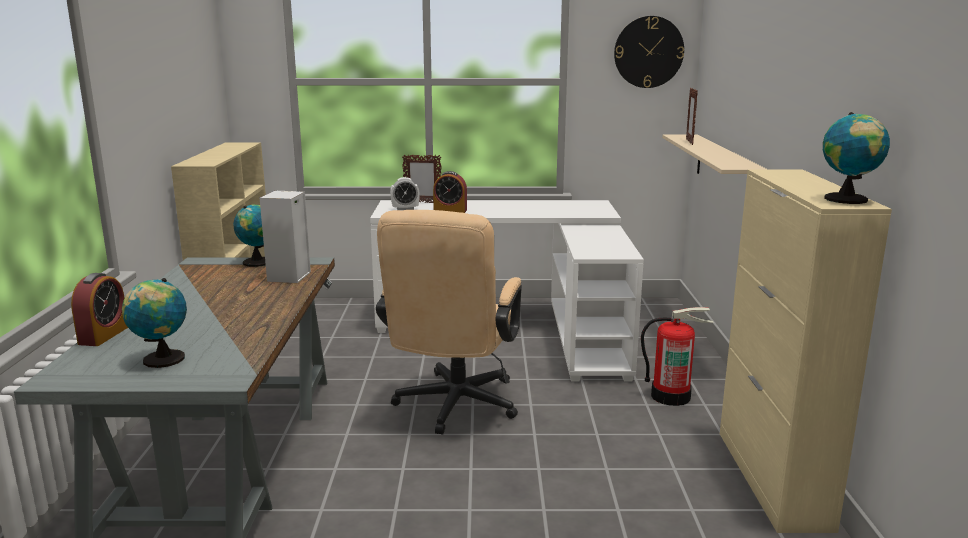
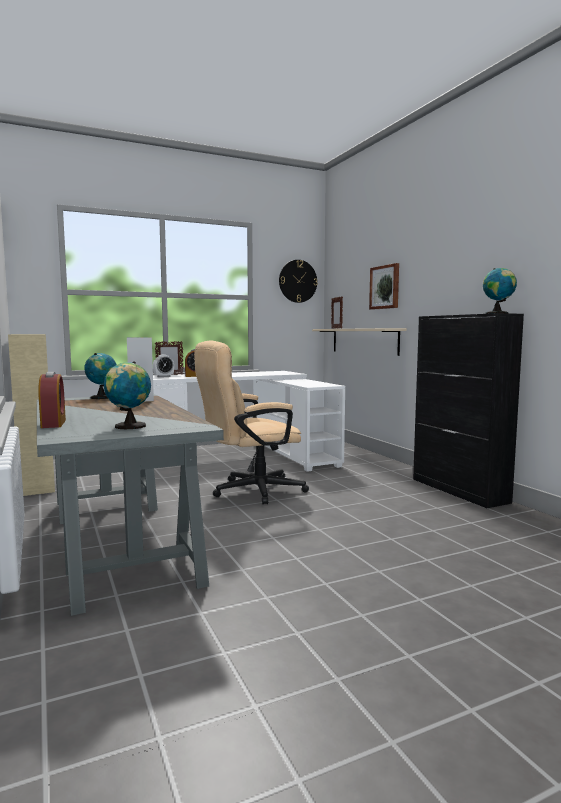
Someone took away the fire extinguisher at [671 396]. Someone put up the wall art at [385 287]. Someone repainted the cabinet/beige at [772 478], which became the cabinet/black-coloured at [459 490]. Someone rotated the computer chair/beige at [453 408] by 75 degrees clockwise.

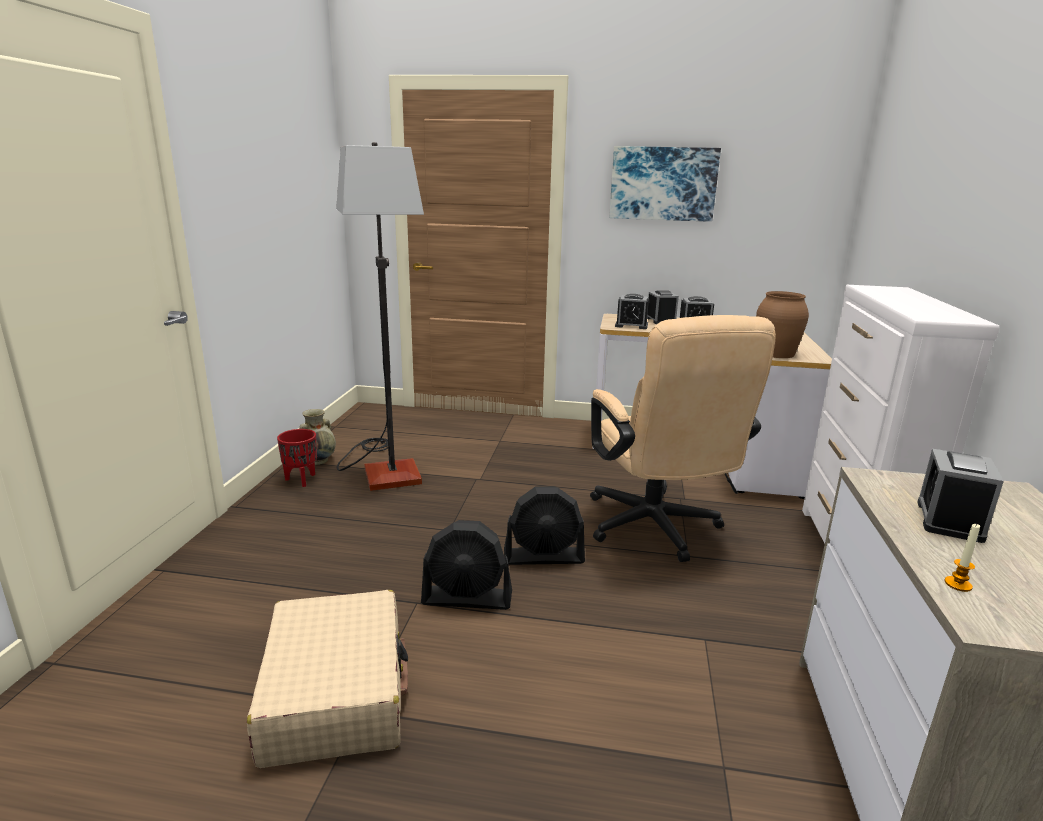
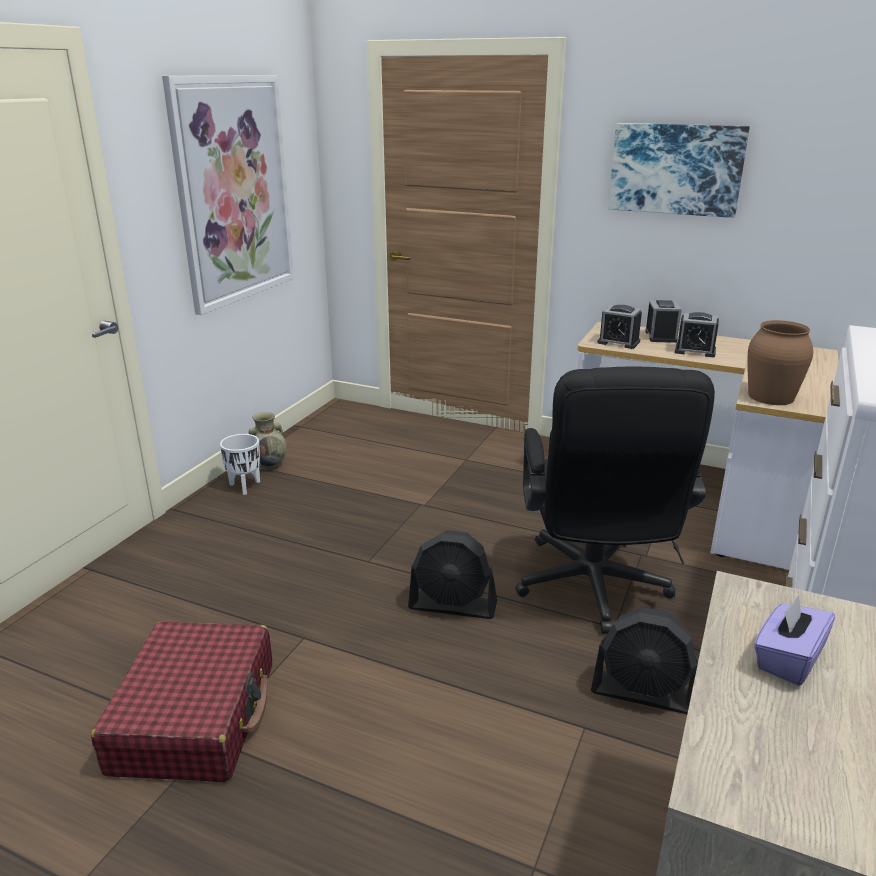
Someone took away the standing lamp at [384 469]. Someone took away the candle at [958 584]. Someone put up the wall art at [233 191]. Someone carried the electric fan/black-coloured from [467 598] to [643 693]. Someone swapped the bedside clock at [949 520] for the tissue box/purplish at [787 659]. Someone repainted the travel case/beige at [336 692], which became the travel case/reddish at [195 717]. Someone repainted the flower pot/reddish at [302 480], which became the flower pot/whitish at [245 486]. Someone repainted the computer chair/beige at [656 530], which became the computer chair/black-coloured at [593 591].

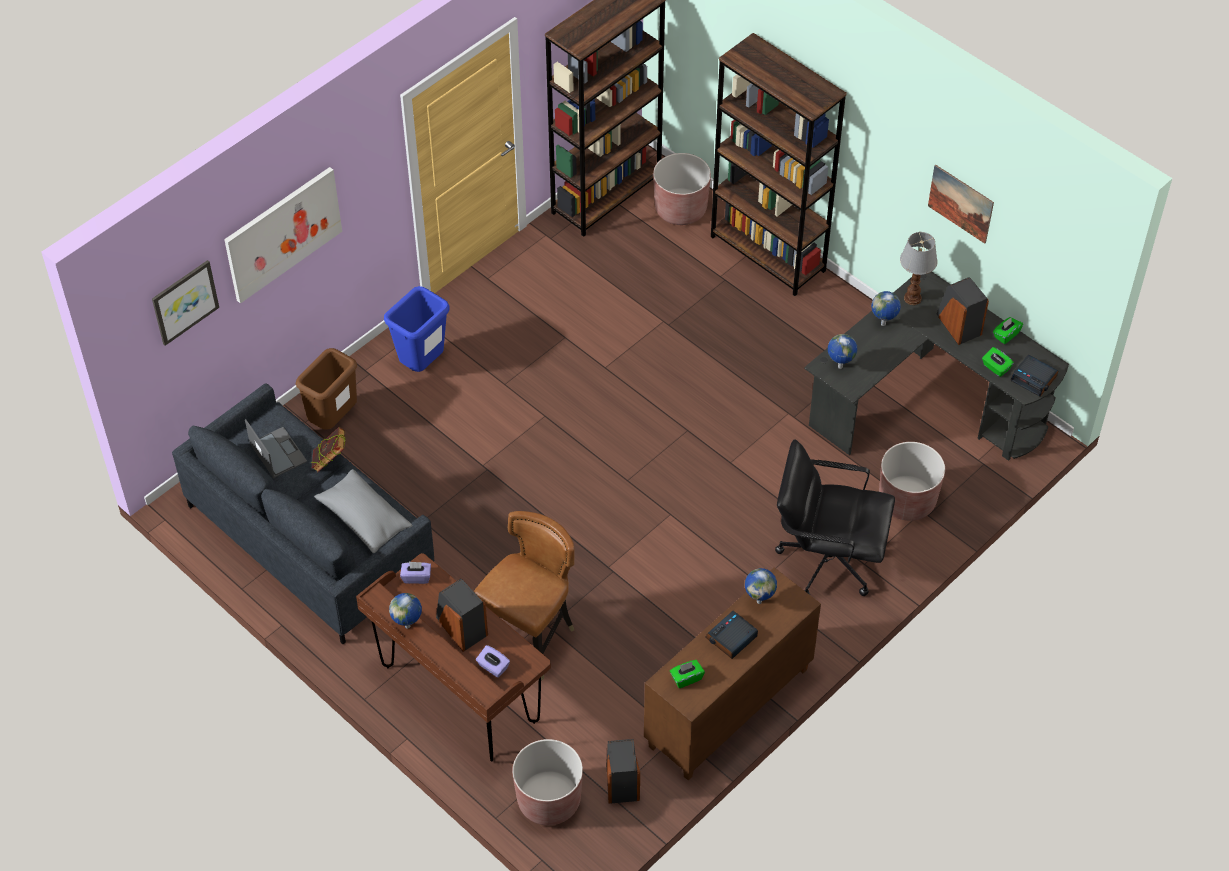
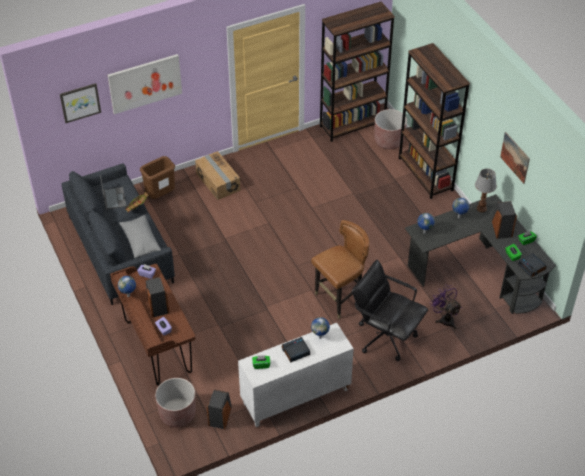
Someone carried the chair/brown-coloured from [531 641] to [340 299]. Someone swapped the trash can/blue at [422 365] for the carton at [217 182]. Someone swapped the flower pot/brown-coloured at [907 500] for the electric fan/purplish at [444 318]. Someone repainted the cabinet/brown-coloured at [728 709], which became the cabinet/whitish at [295 397].

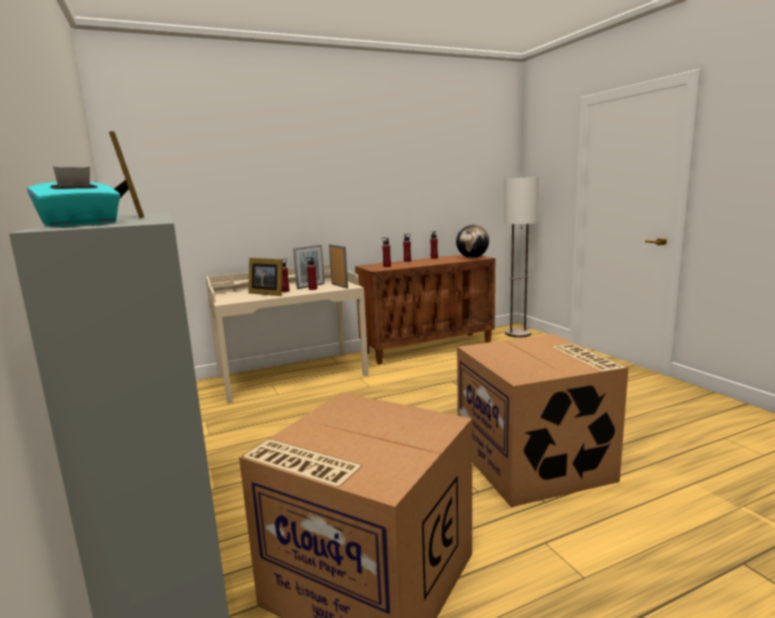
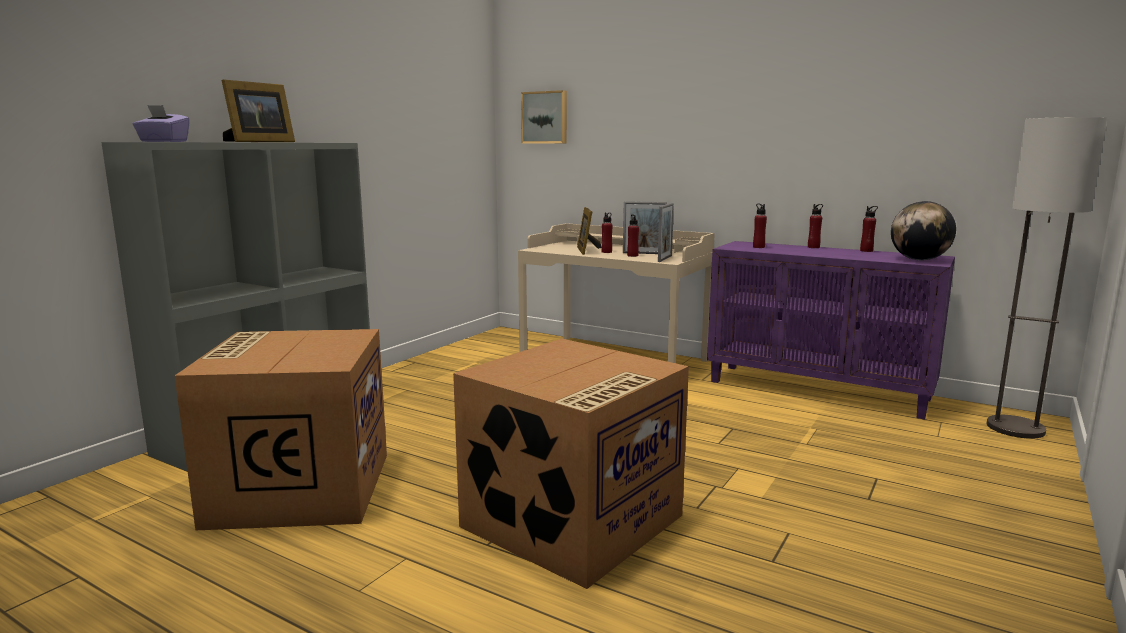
Someone put up the wall art at [545 117]. Someone repainted the tissue box/turquoise-coloured at [81 224], which became the tissue box/purplish at [163 141]. Someone repainted the cabinet/brown-coloured at [428 347], which became the cabinet/purplish at [818 390].

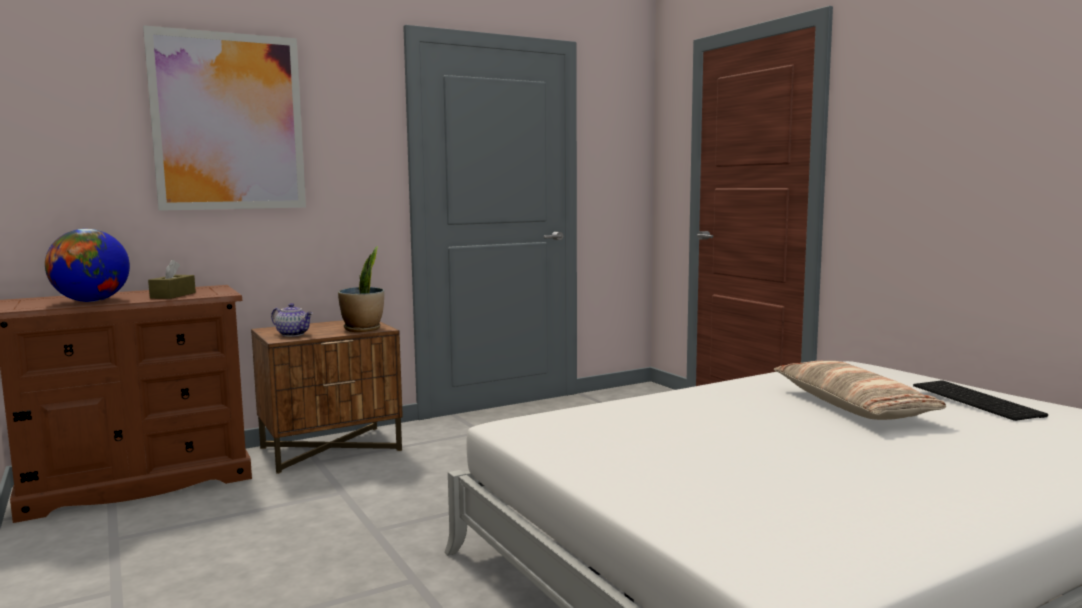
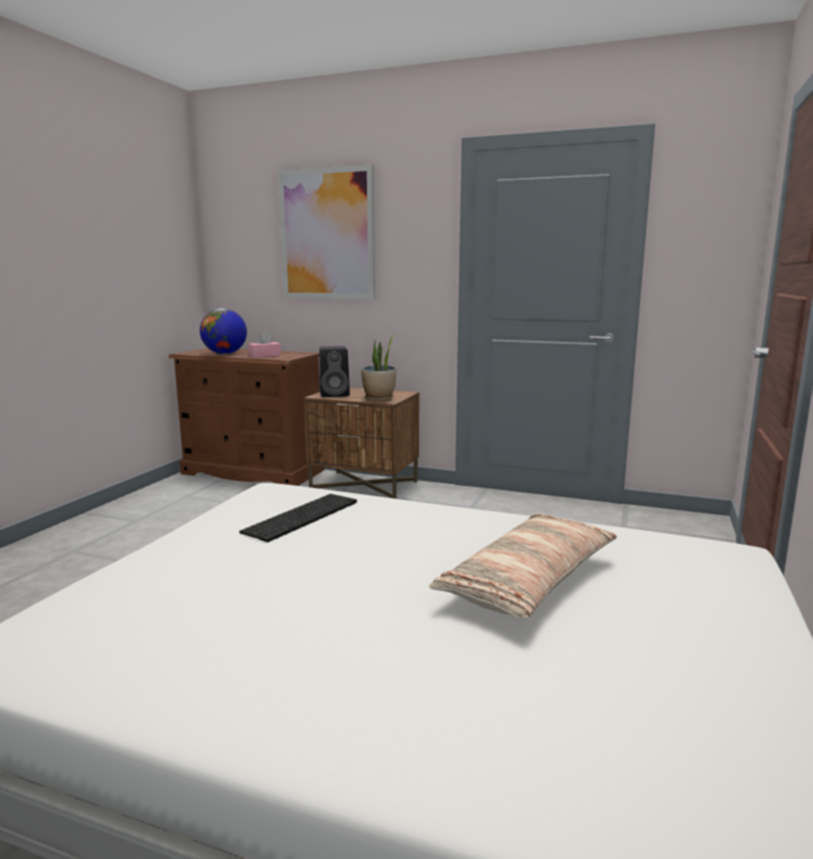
Someone carried the keyboard from [978 400] to [302 517]. Someone swapped the pot for tea at [294 334] for the loudspeaker/black-coloured at [335 394]. Someone repainted the tissue box/brown-coloured at [173 295], which became the tissue box/pink-coloured at [264 355].

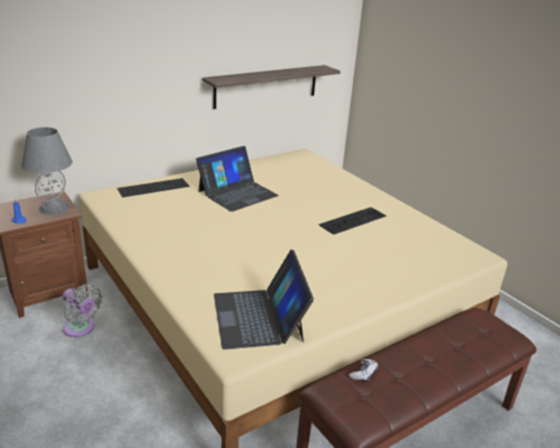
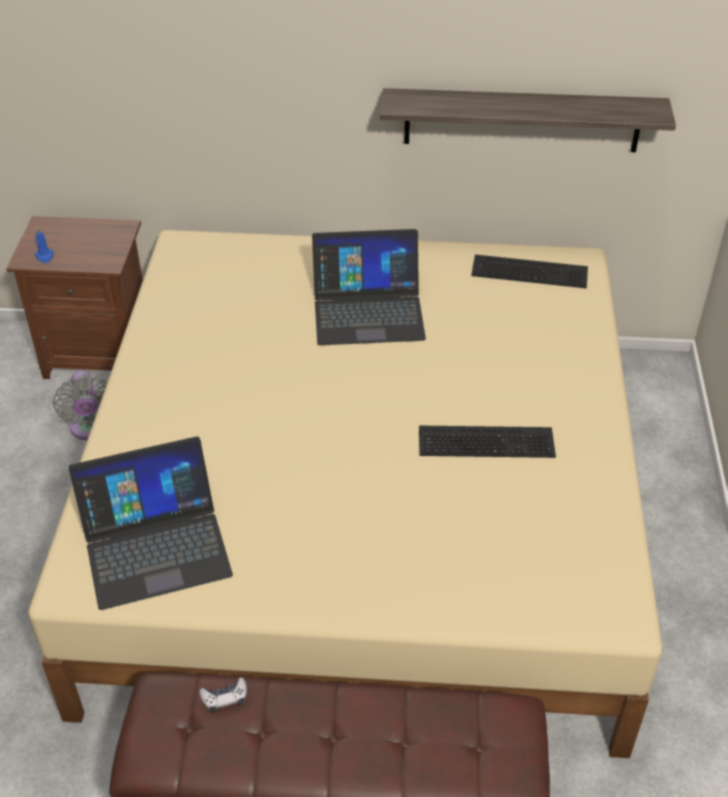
Someone took away the table lamp/grey at [54 208]. Someone carried the keyboard from [154 187] to [531 270]. Someone rotated the notebook computer at [259 317] by 135 degrees counterclockwise.

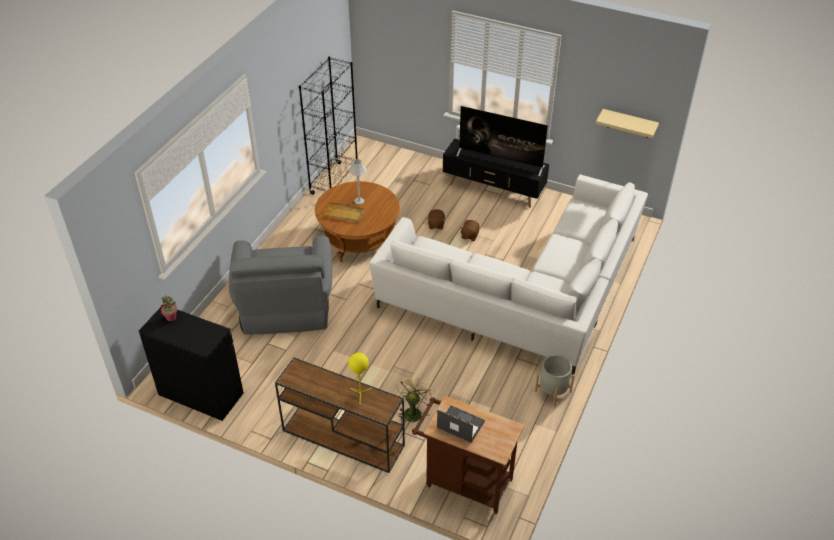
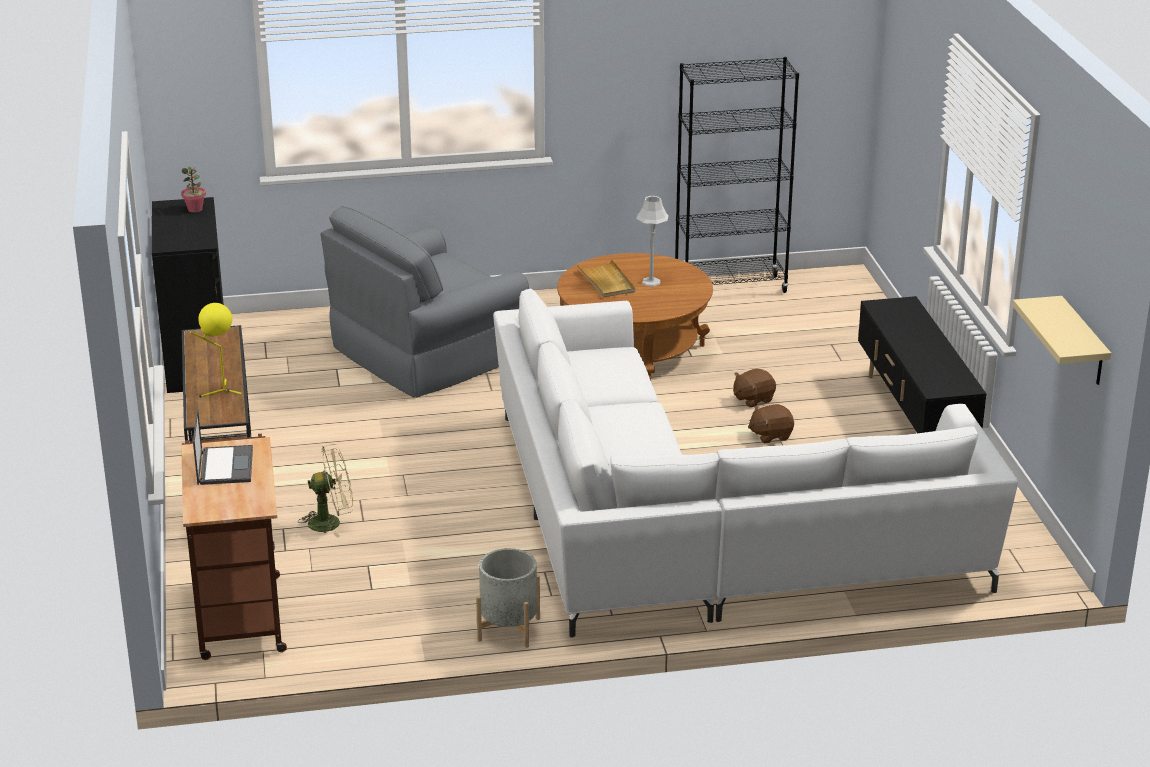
Someone took away the TV at [500 160].

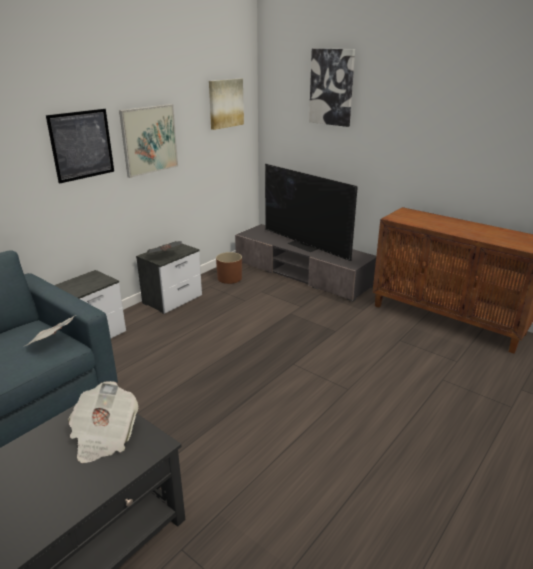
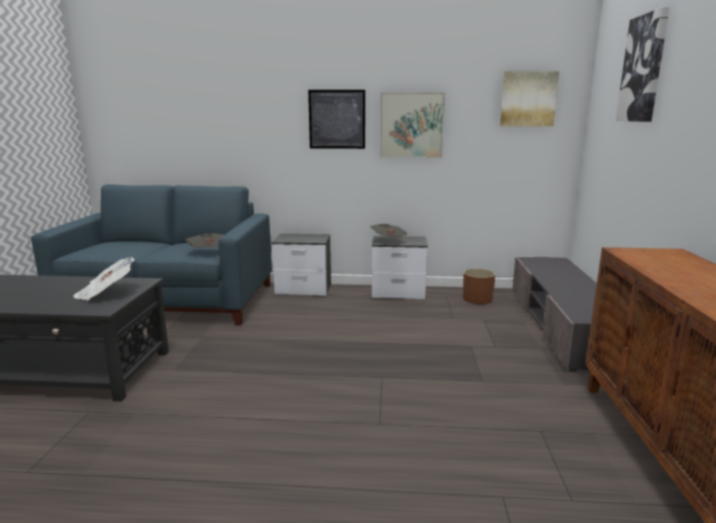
Someone took away the TV at [305 245].

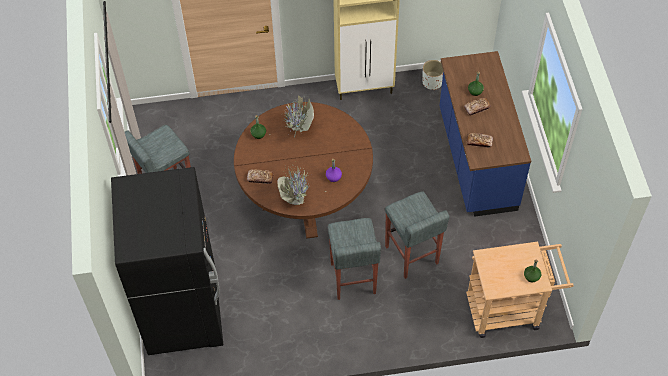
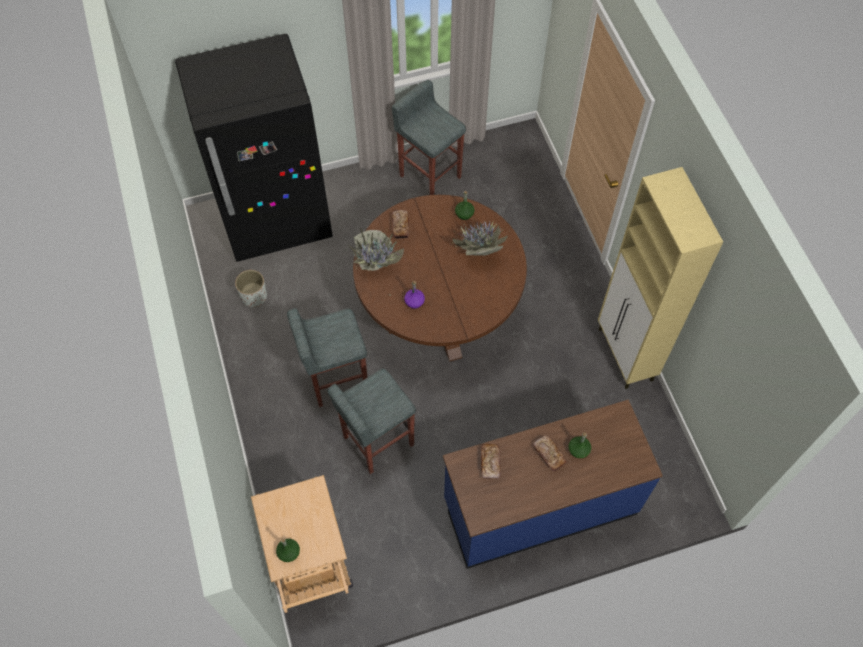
Someone carried the flower pot/whitish from [432 82] to [254 296].

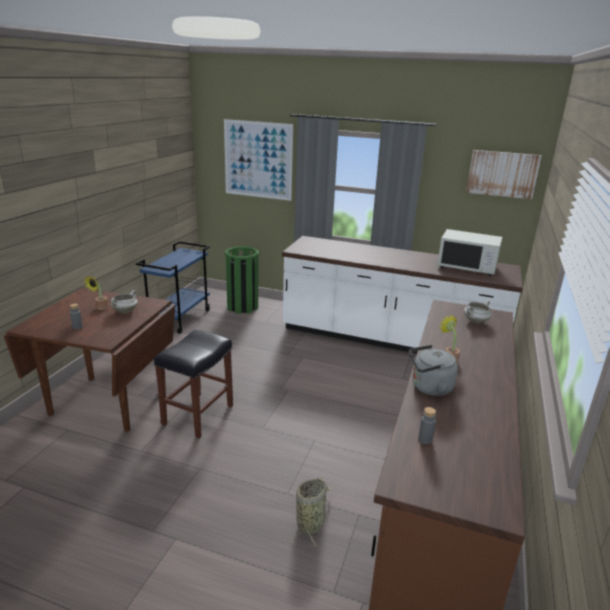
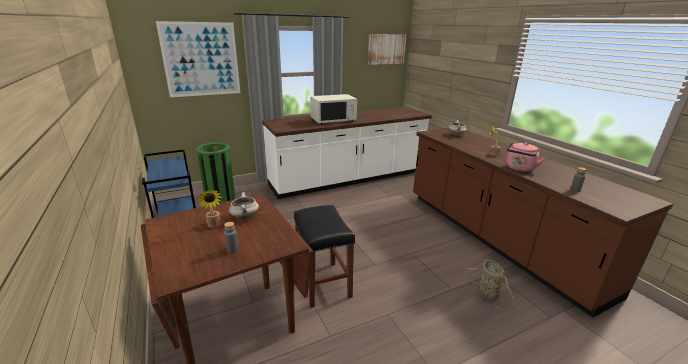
Someone carried the kitchen microwave/whitish from [467 267] to [333 120]. Someone repainted the water kettle/grey at [429 388], which became the water kettle/pink-coloured at [519 169].

